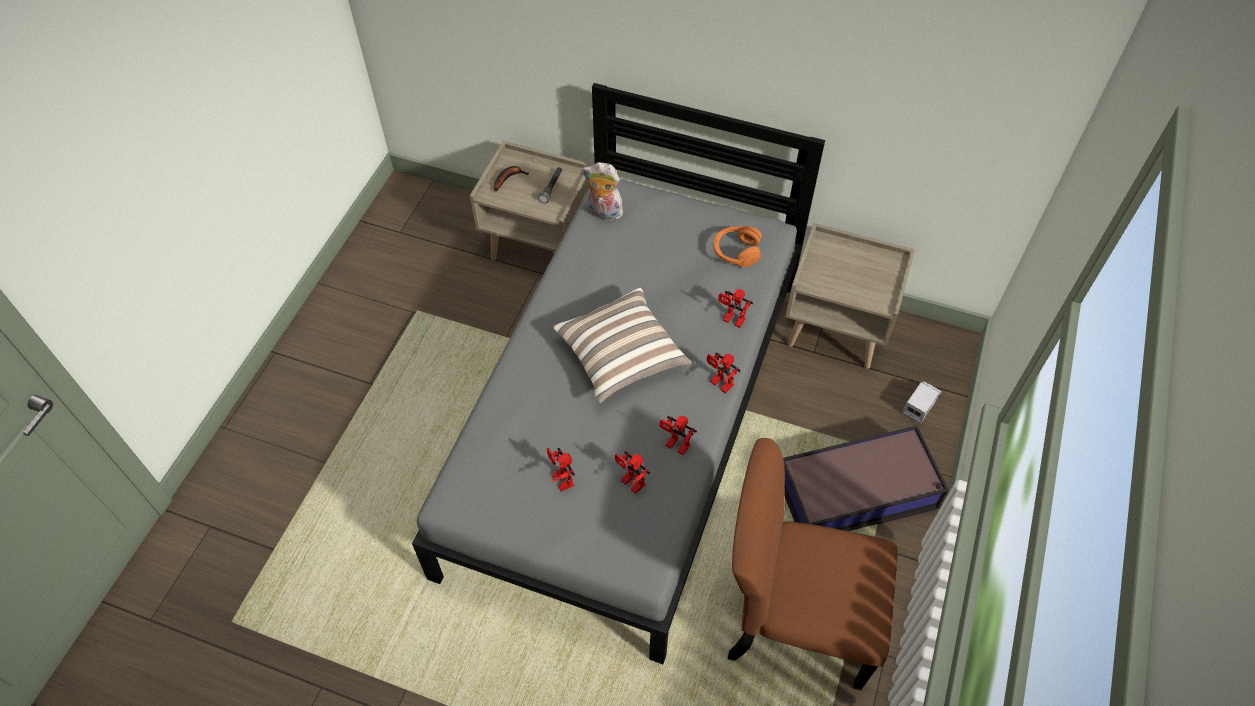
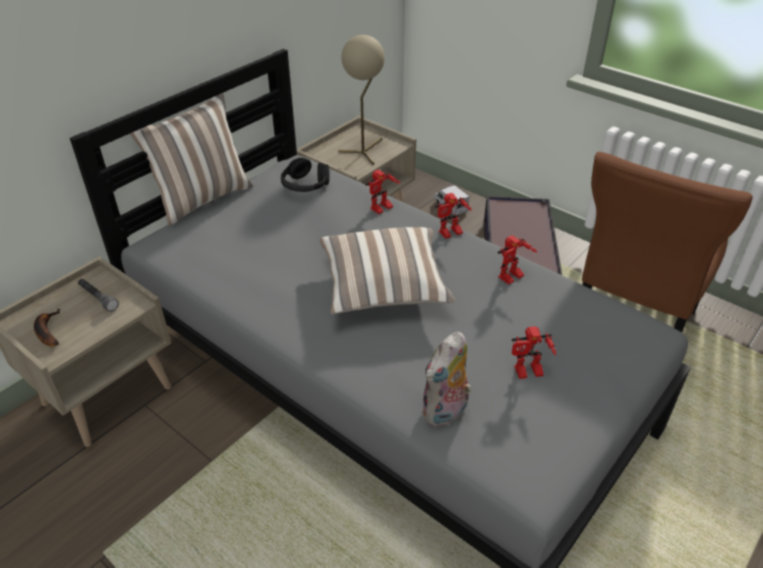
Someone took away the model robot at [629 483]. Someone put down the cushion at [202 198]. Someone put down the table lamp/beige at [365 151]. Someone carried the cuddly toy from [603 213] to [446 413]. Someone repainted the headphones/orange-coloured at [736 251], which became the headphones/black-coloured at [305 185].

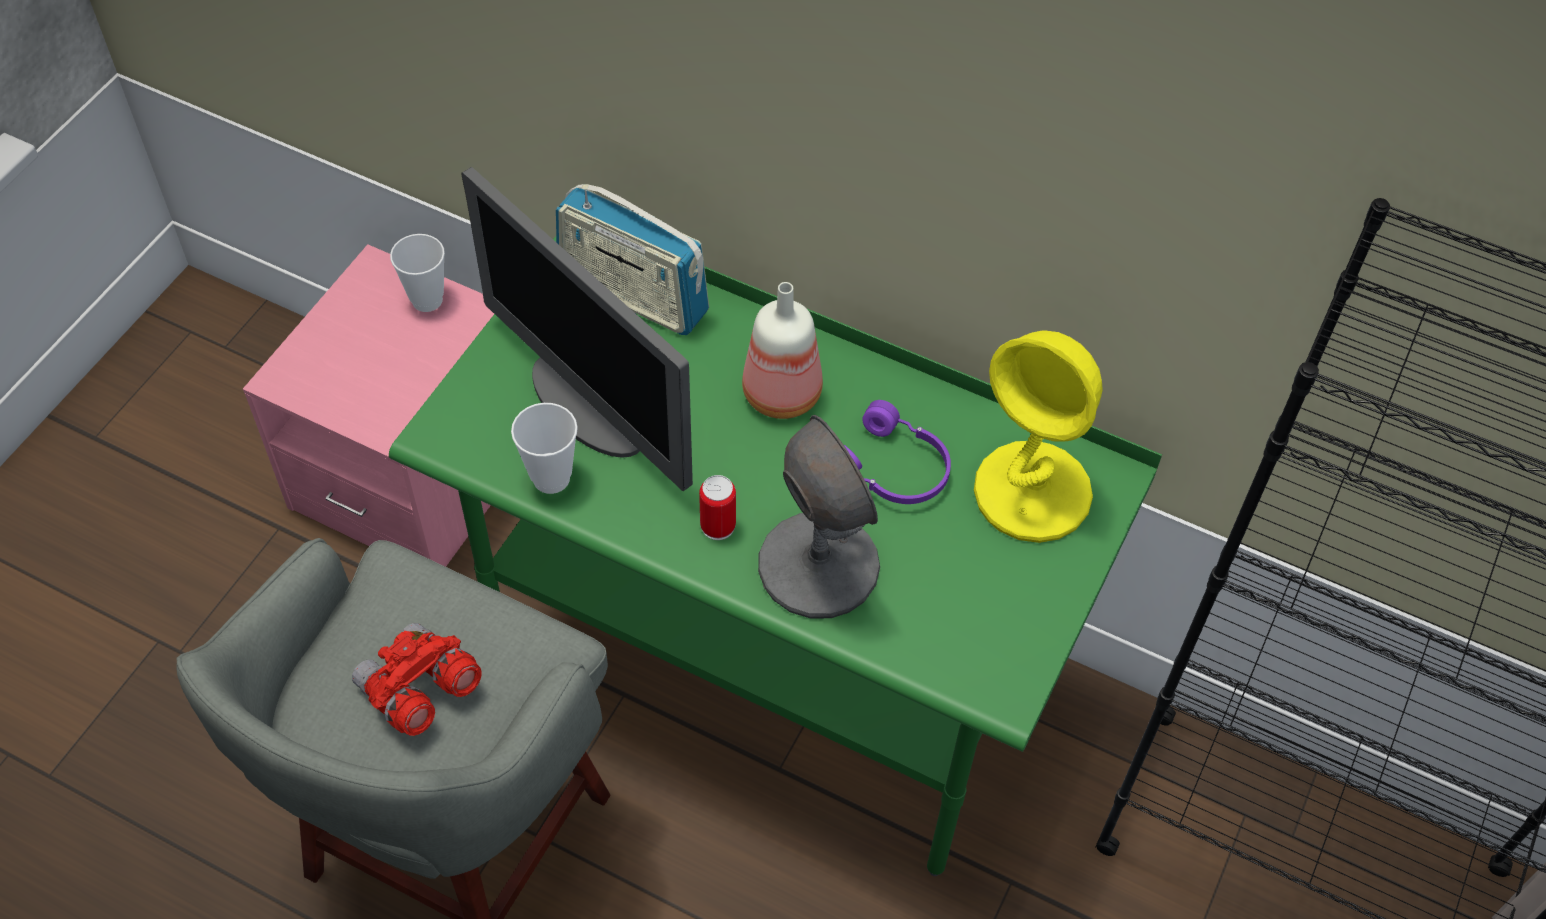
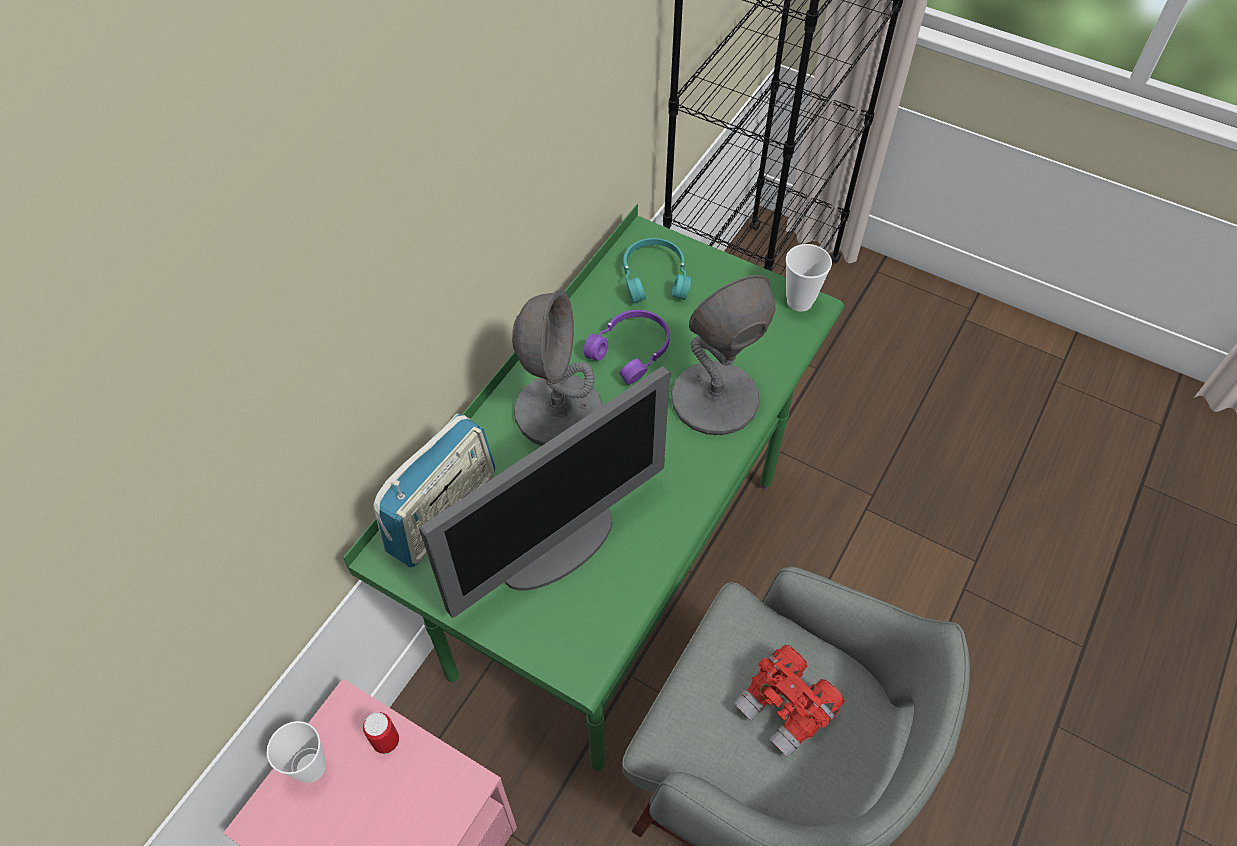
Someone carried the small cup from [551 478] to [799 301]. Someone carried the can from [718 526] to [386 741]. Someone swapped the drink bottle at [784 394] for the table lamp/grey at [558 411]. Someone swapped the table lamp/yellow at [1033 493] for the headphones/turquoise-coloured at [655 277].

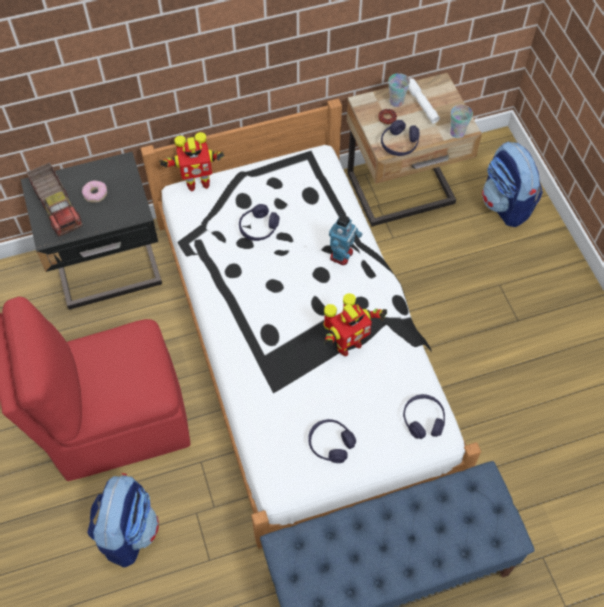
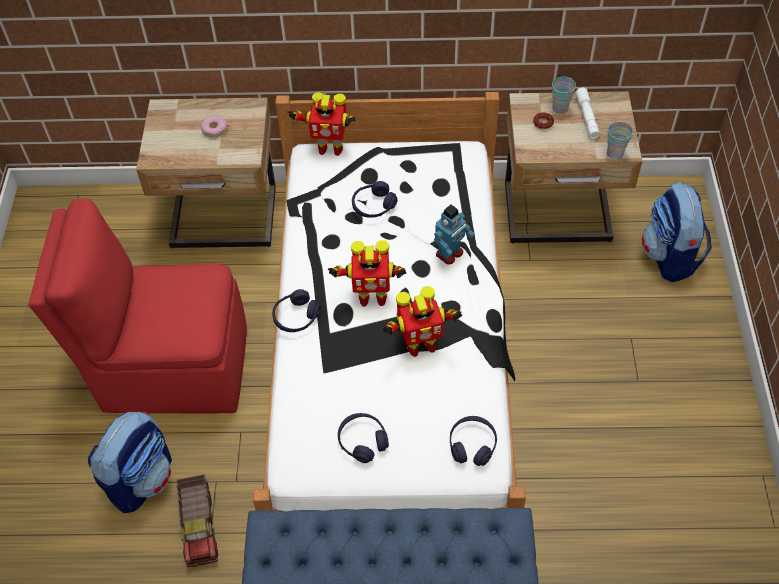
Someone put down the model robot at [371 297]. Someone carried the toy truck from [58 208] to [200 527]. Someone carried the headphones/purplish from [399 144] to [296 317]. Someone repainted the nightstand/black-coloured at [110 270], which became the nightstand/beige at [224 220].

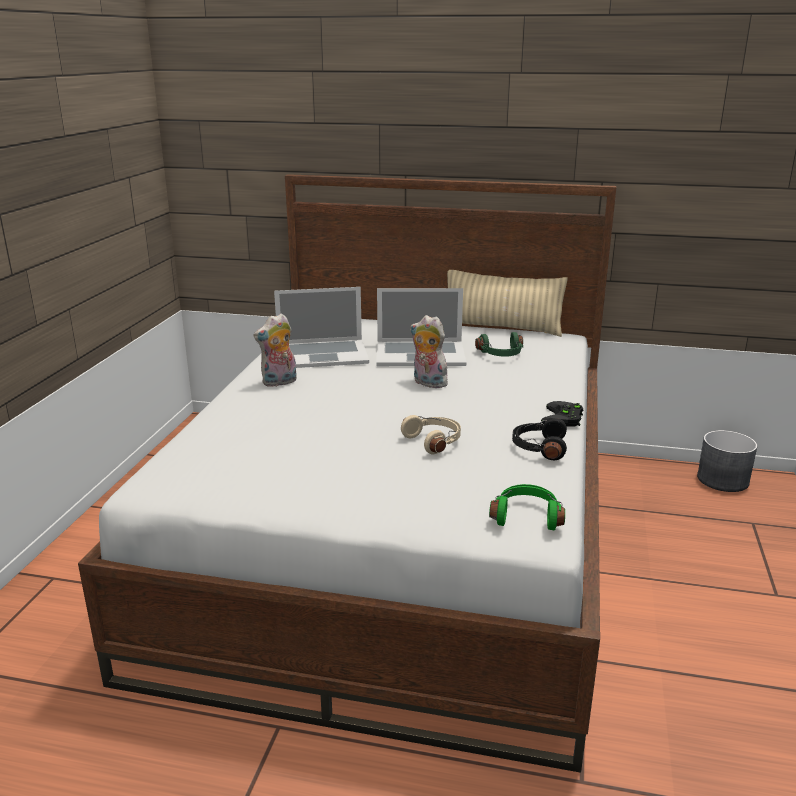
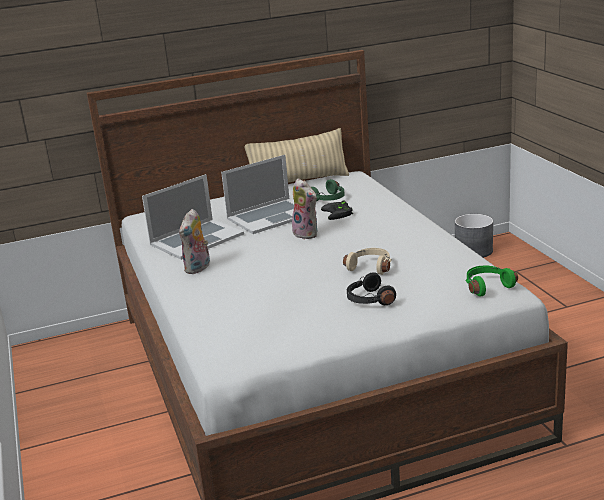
Someone carried the headphones/black-coloured from [538 448] to [369 300]. Someone carried the gamepad/black-coloured from [564 418] to [339 213]. Someone rotated the cuddly toy at [427 383] by 135 degrees counterclockwise.

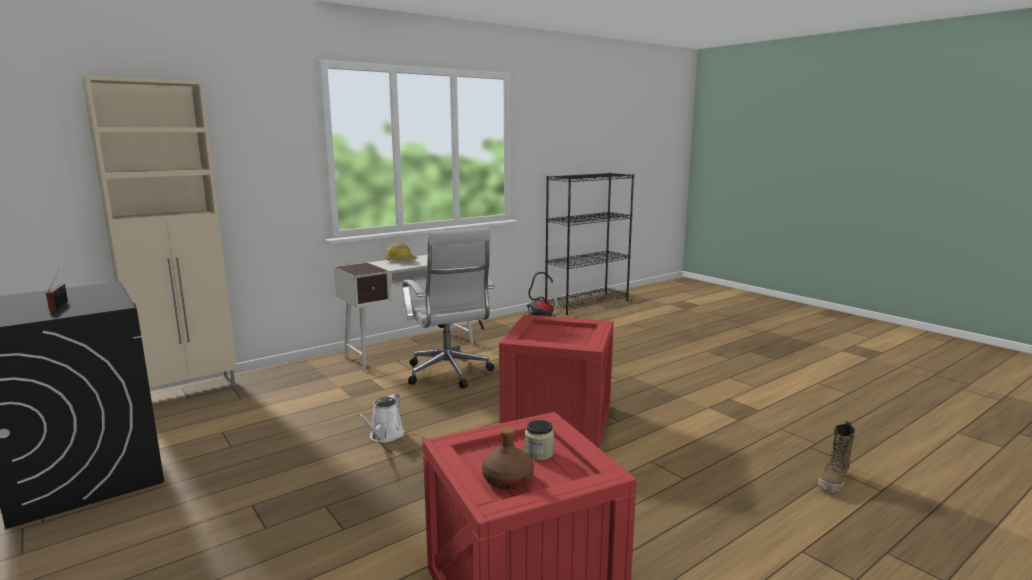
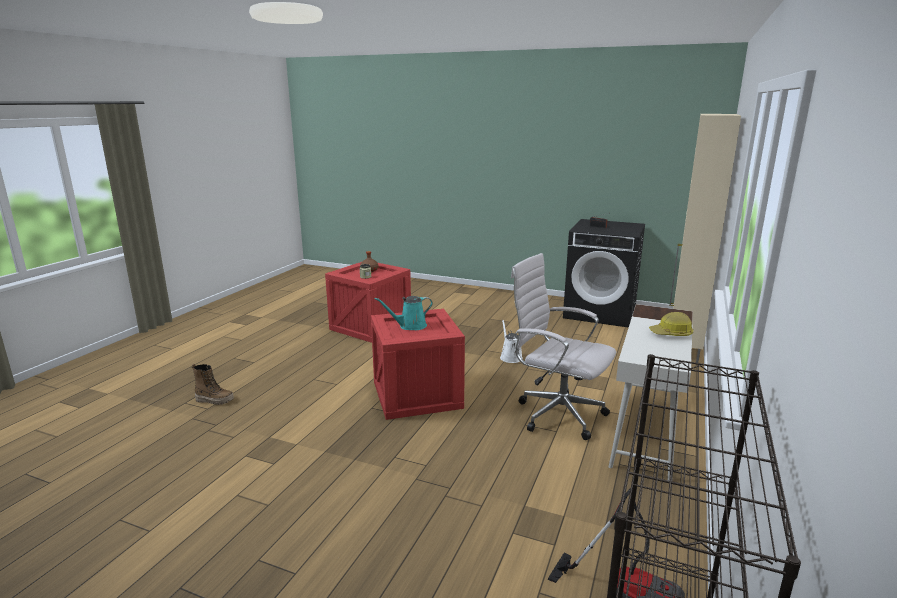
Someone put down the watering pot/turquoise-coloured at [410 326]. Someone rotated the boot at [833 482] by 90 degrees clockwise.

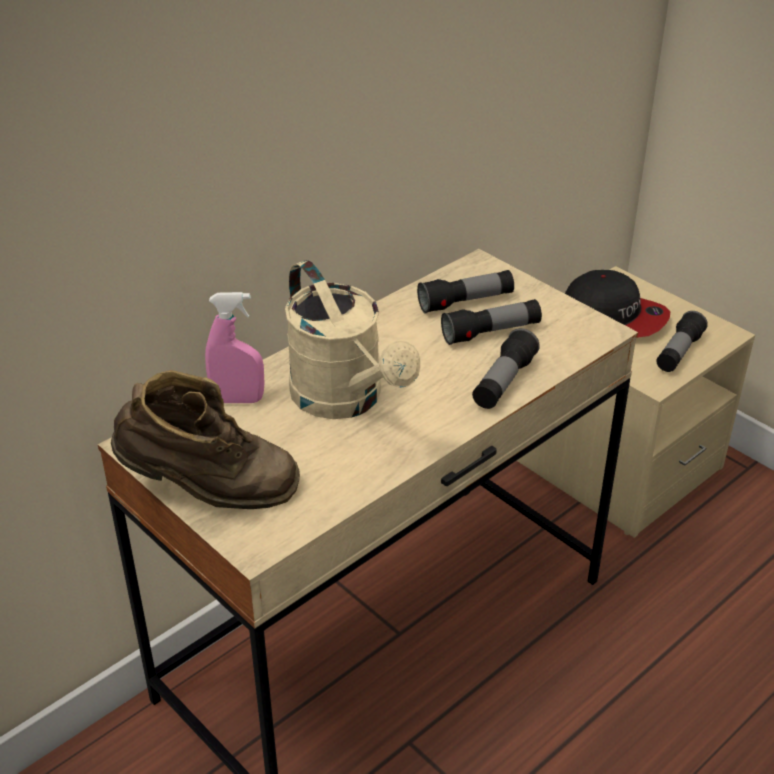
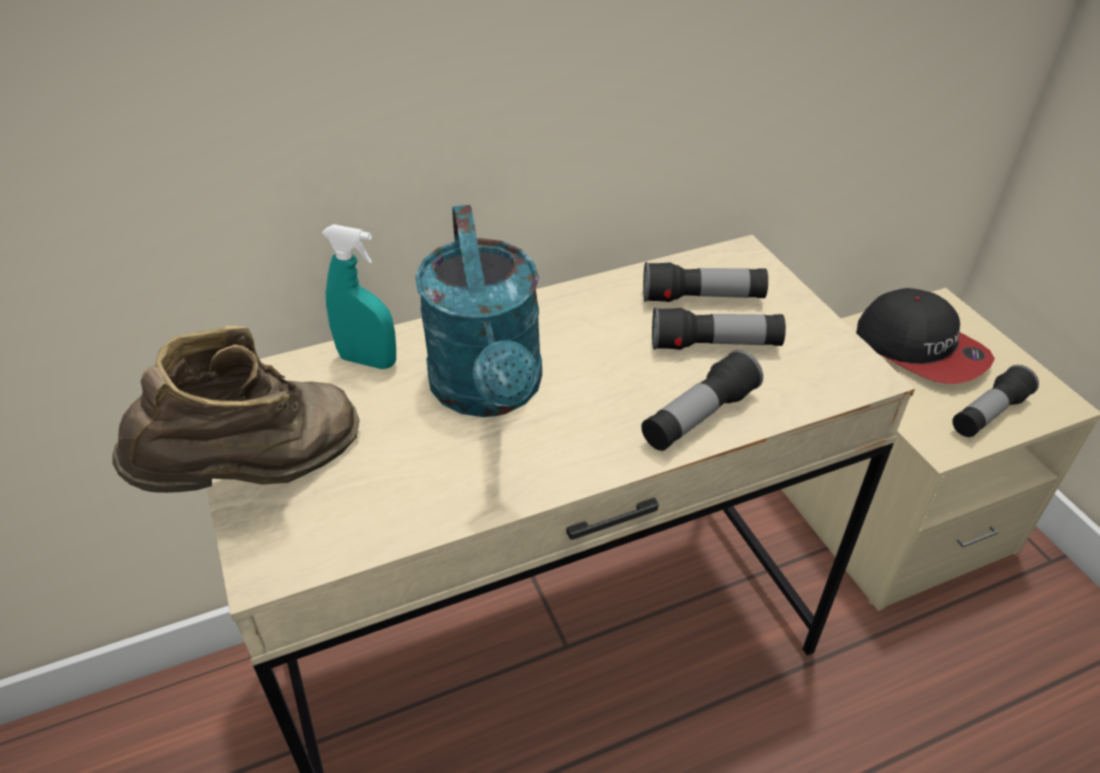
Someone repainted the spray bottle/pink-coloured at [238 400], which became the spray bottle/turquoise-coloured at [368 360]. Someone repainted the watering pot/beige at [346 400], which became the watering pot/turquoise-coloured at [490 392]. Someone rotated the boot/brown-coloured at [209 493] by 60 degrees counterclockwise.

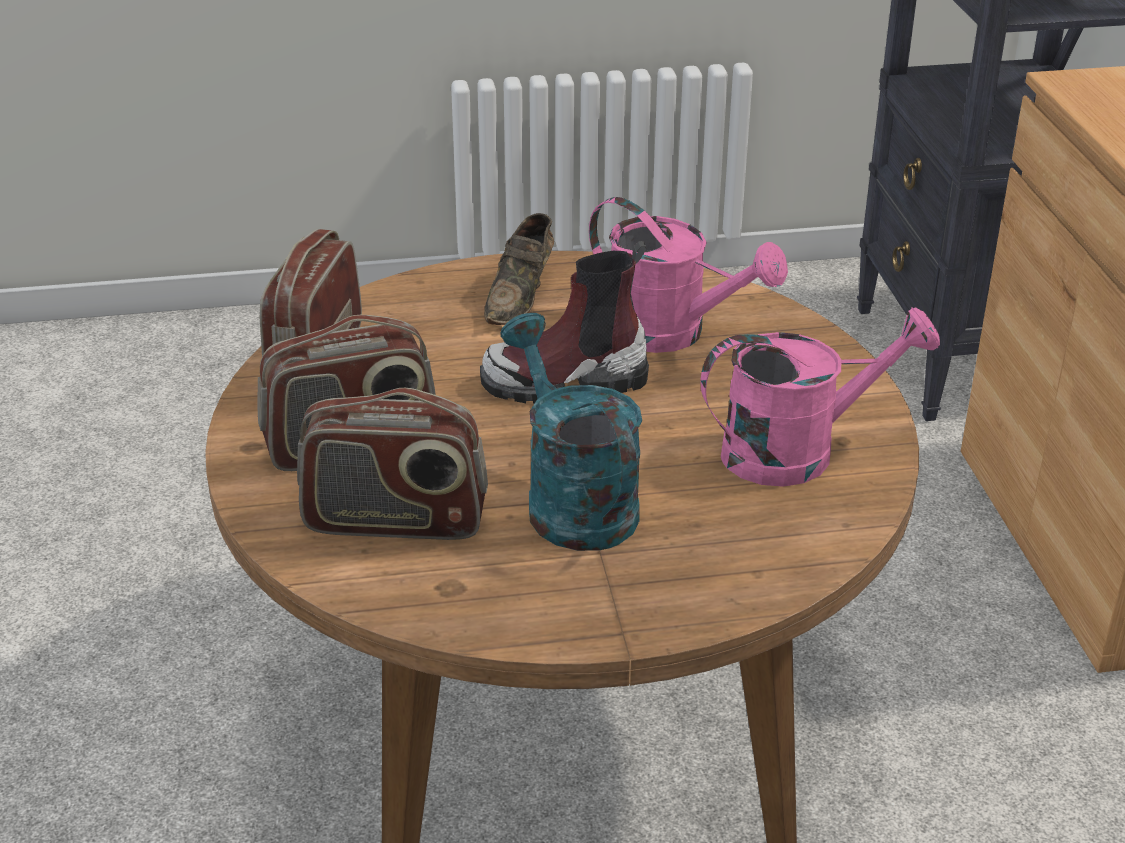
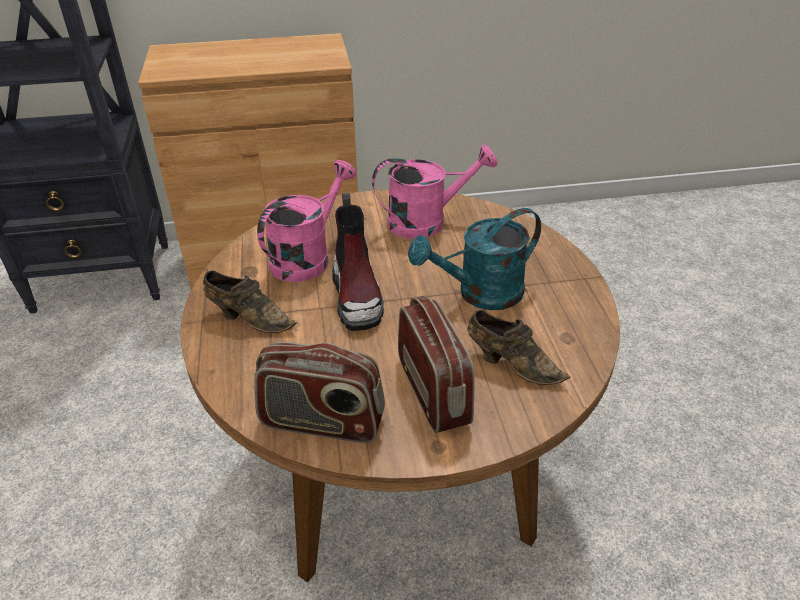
Someone swapped the radio set at [395 521] for the item of footwear/brown-coloured at [511 364]. Someone rotated the watering pot/pink-coloured at [797 451] by 90 degrees clockwise.

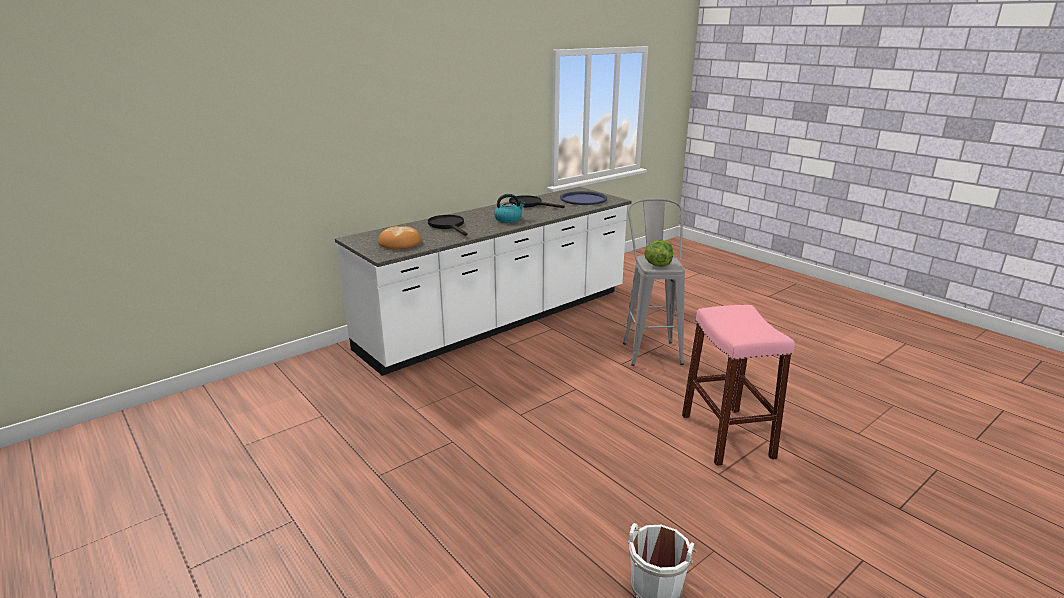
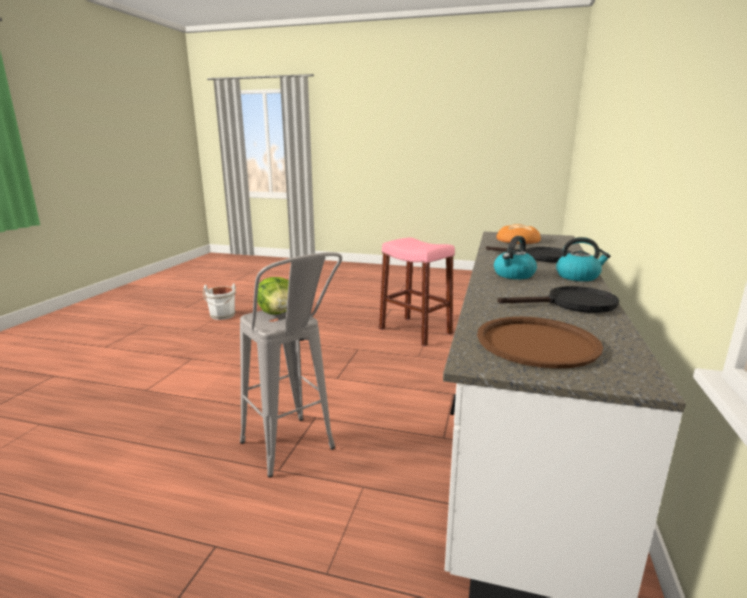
Someone put down the water kettle at [578 276]. Someone carried the stool seat/pink-coloured from [726 436] to [415 331]. Someone repainted the tray/blue at [583 199], which became the tray/brown-coloured at [537 343].

